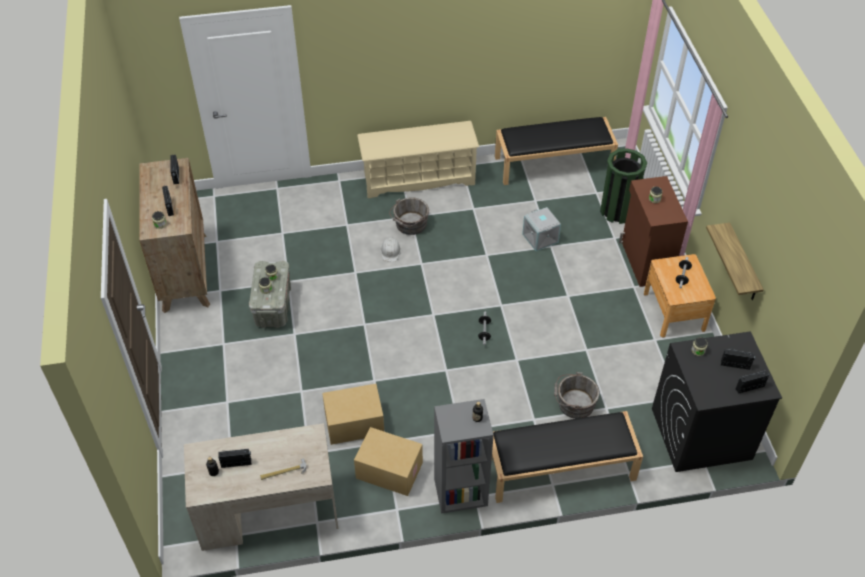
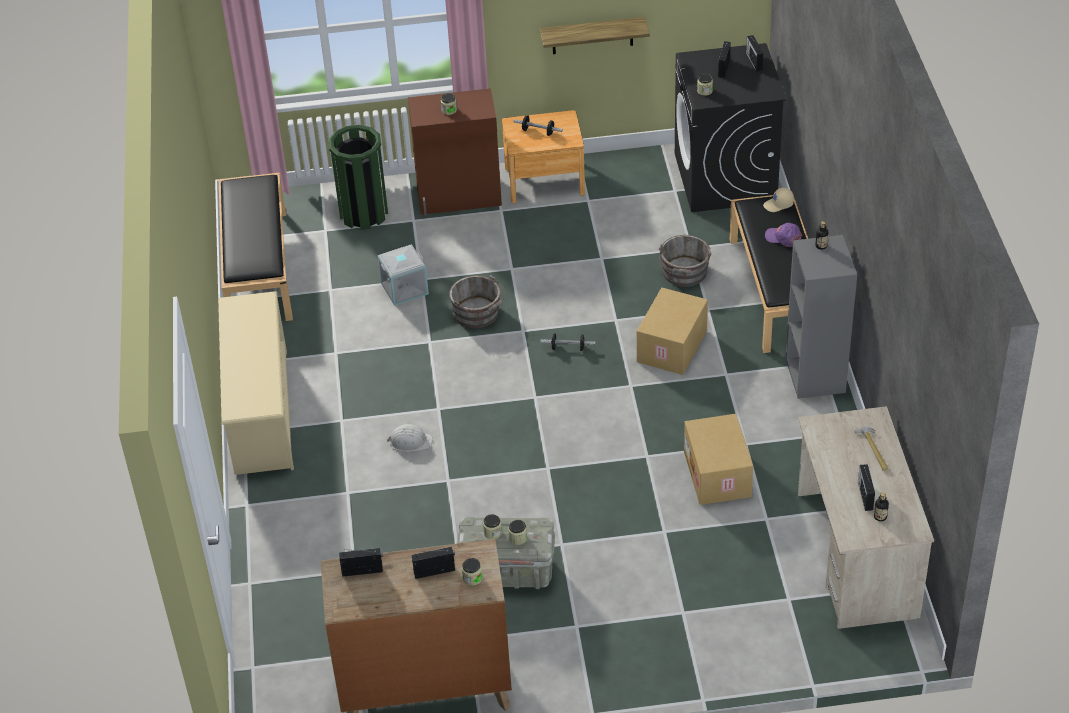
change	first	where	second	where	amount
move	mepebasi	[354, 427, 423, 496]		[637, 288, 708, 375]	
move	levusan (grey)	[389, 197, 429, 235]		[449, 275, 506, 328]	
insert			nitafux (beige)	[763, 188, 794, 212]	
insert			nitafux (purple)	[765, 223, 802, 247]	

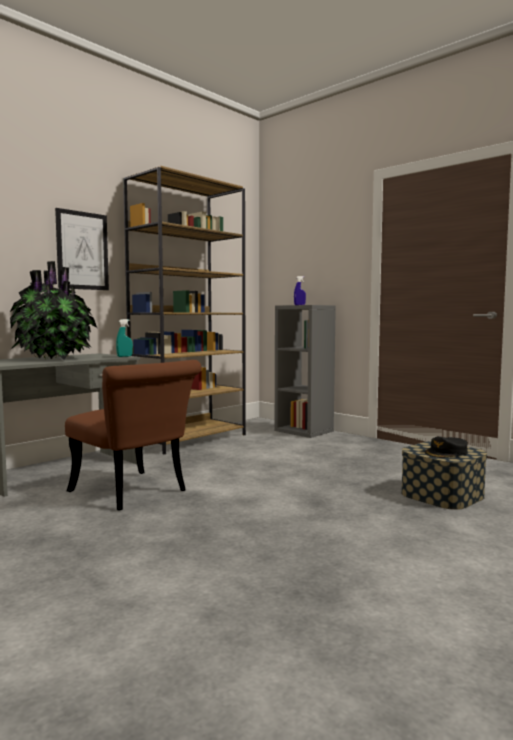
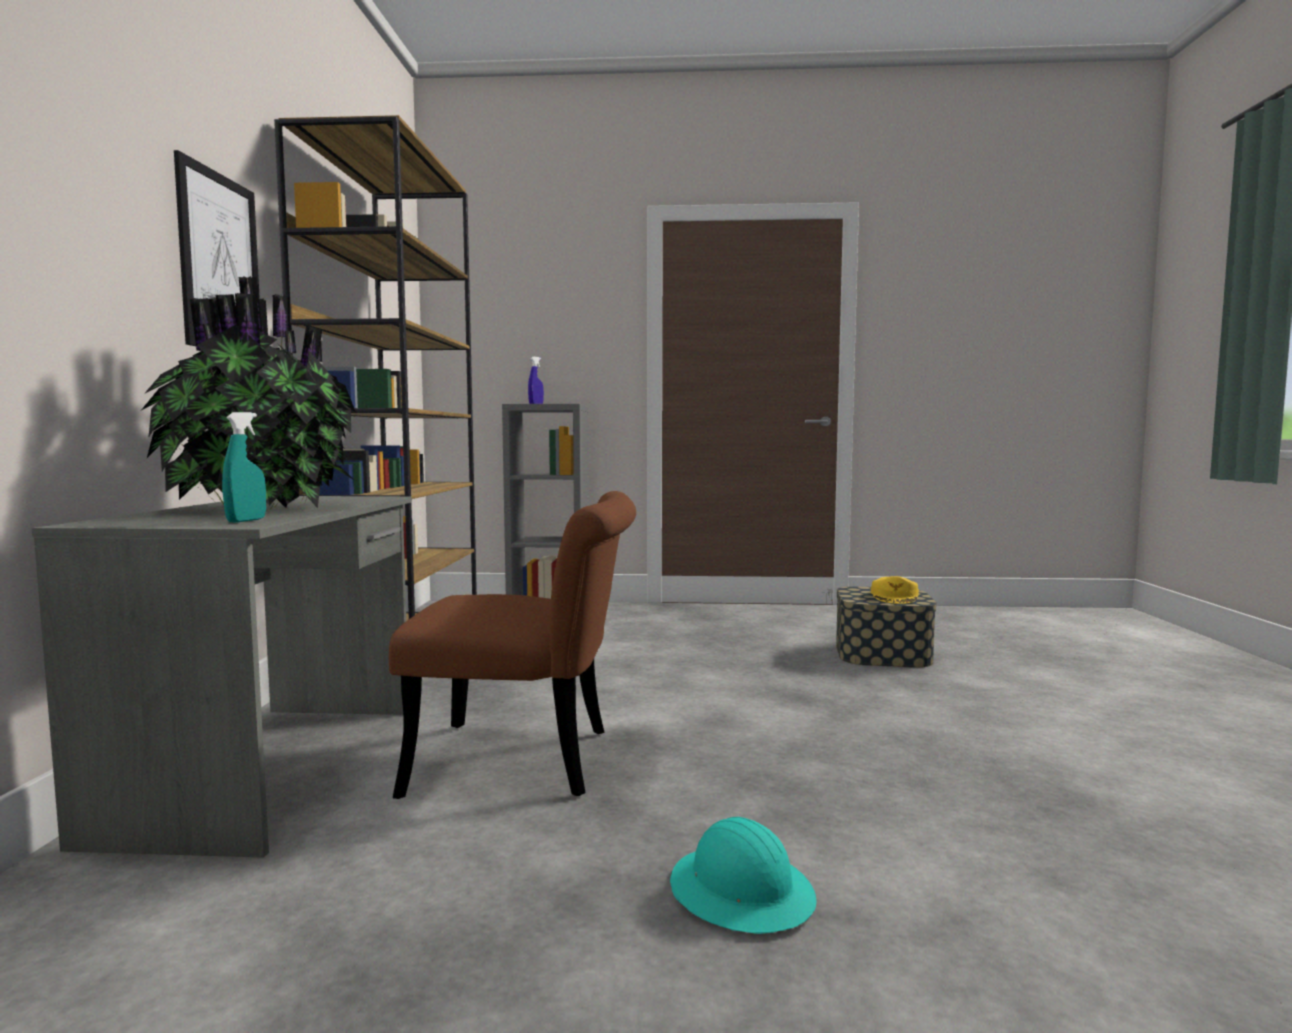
change	first	where	second	where	amount
move	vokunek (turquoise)	[116, 319, 133, 357]		[222, 412, 266, 523]	
recolor	nitafux (black)	[425, 436, 468, 458]	nitafux (yellow)	[871, 576, 919, 604]	
insert			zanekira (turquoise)	[670, 817, 816, 934]	

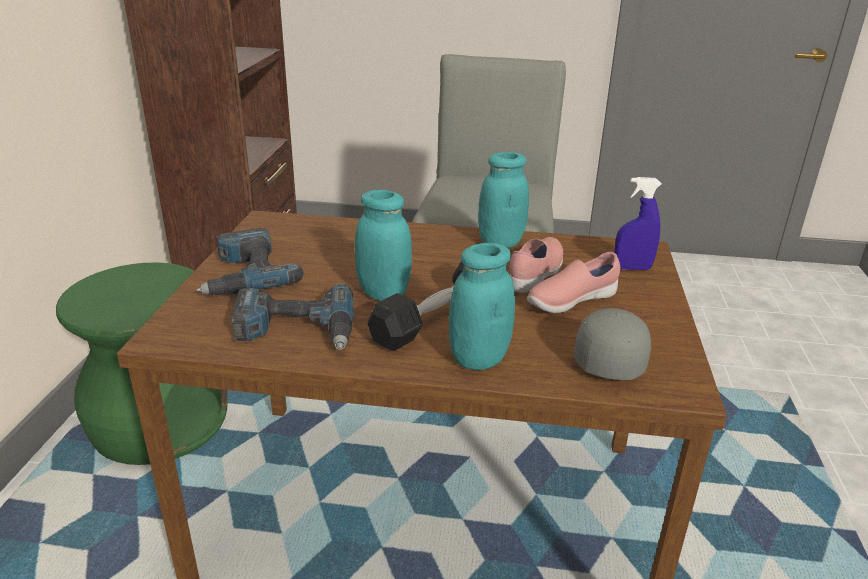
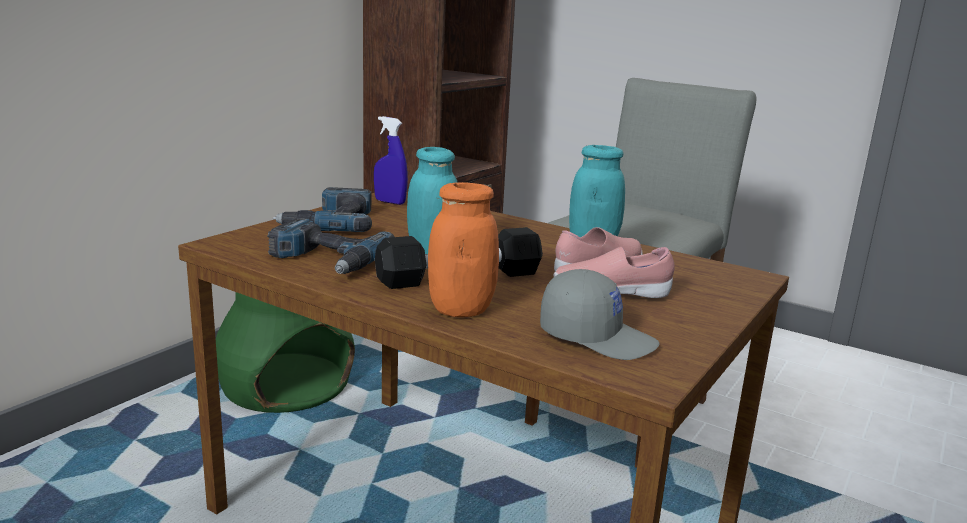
change	first	where	second	where	amount
recolor	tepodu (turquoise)	[449, 243, 515, 370]	tepodu (orange)	[428, 182, 499, 317]	
rotate	nitafux (grey)	[574, 308, 651, 380]		[540, 269, 660, 360]	75 degrees clockwise
move	vokunek (blue)	[614, 177, 662, 270]		[374, 116, 408, 205]	

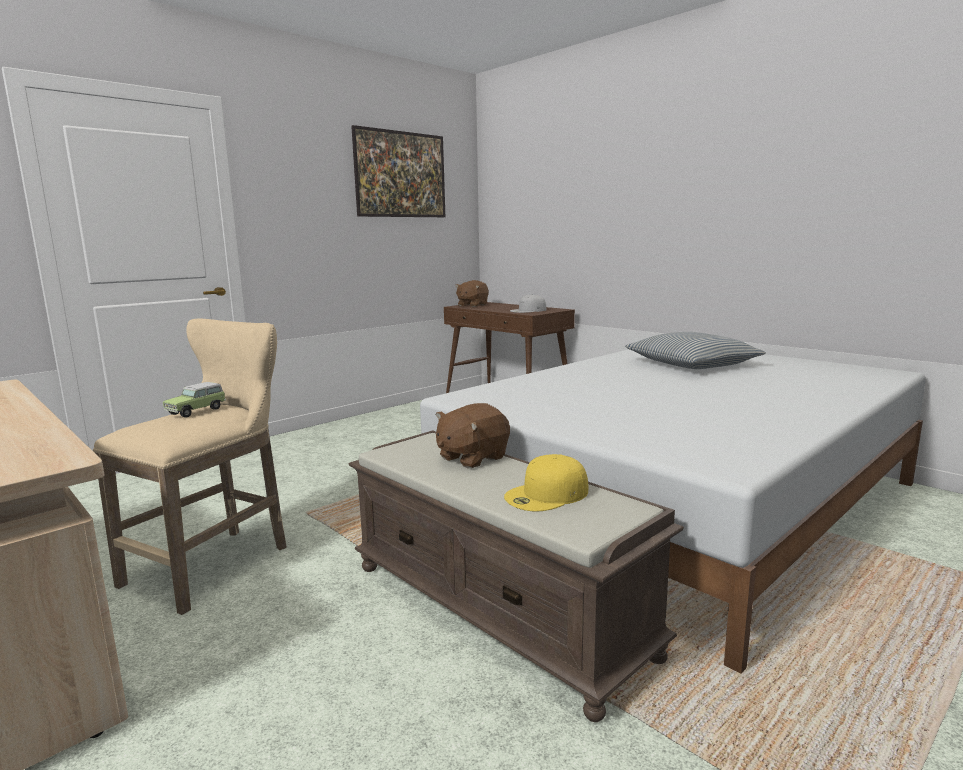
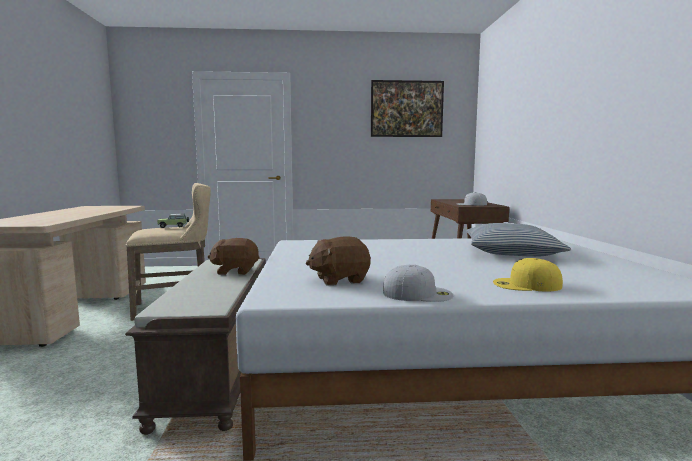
change	first	where	second	where	amount
move	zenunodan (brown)	[455, 280, 489, 307]		[306, 237, 371, 286]	
move	nitafux (yellow)	[504, 454, 588, 511]		[493, 258, 563, 291]	
insert			nitafux (white)	[383, 265, 453, 302]	

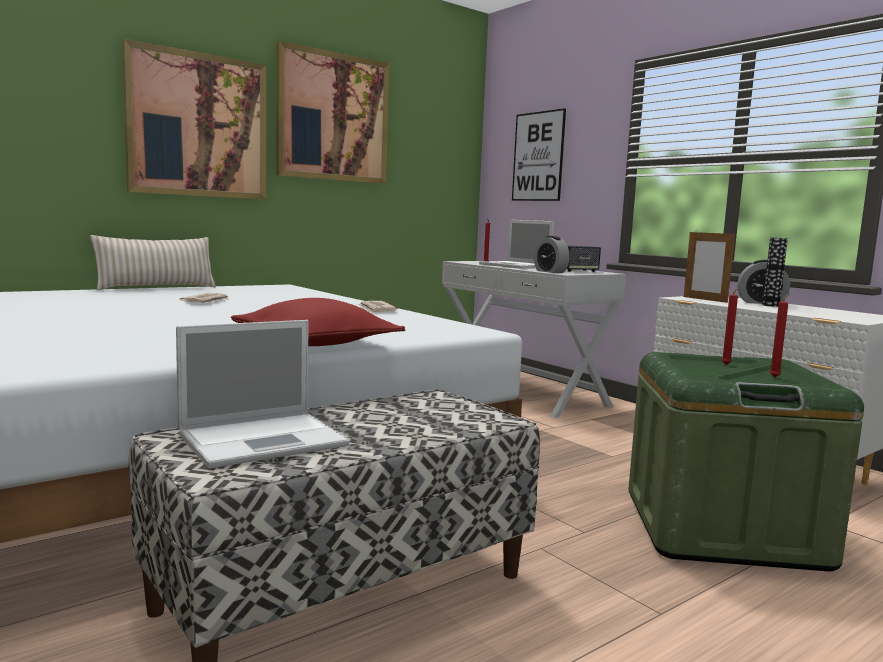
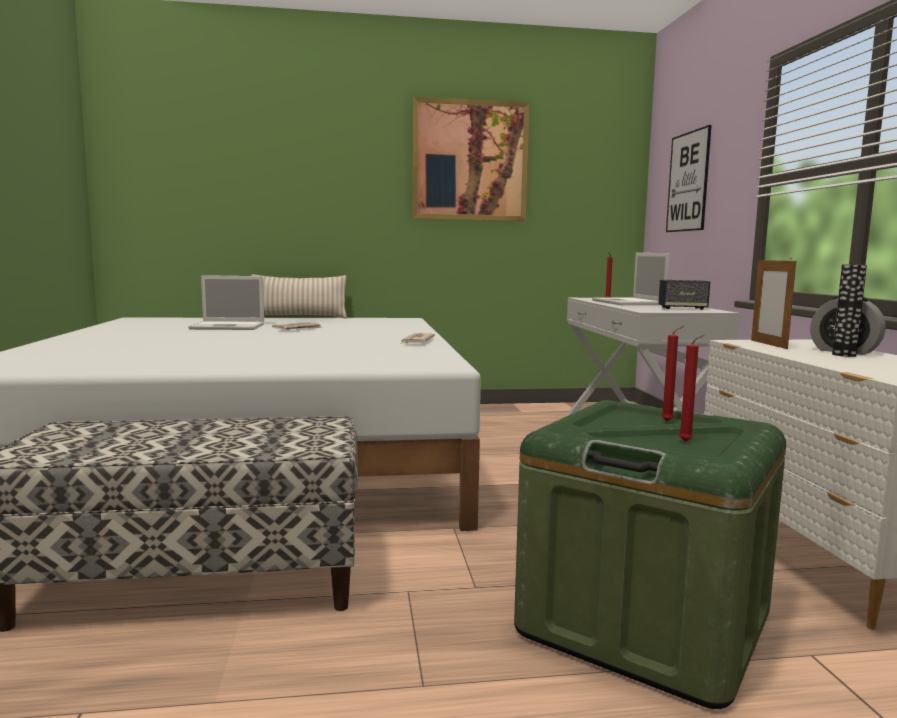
change	first	where	second	where	amount
delete	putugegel	[122, 39, 266, 199]			
move	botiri	[176, 320, 350, 469]		[189, 275, 264, 330]	
delete	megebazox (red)	[231, 298, 405, 346]			
delete	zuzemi	[534, 236, 570, 273]			

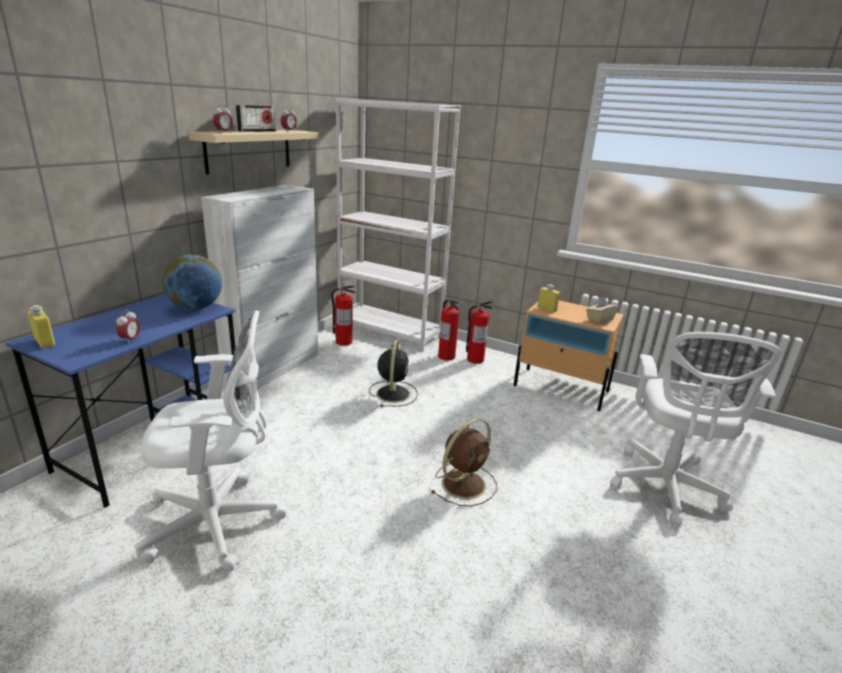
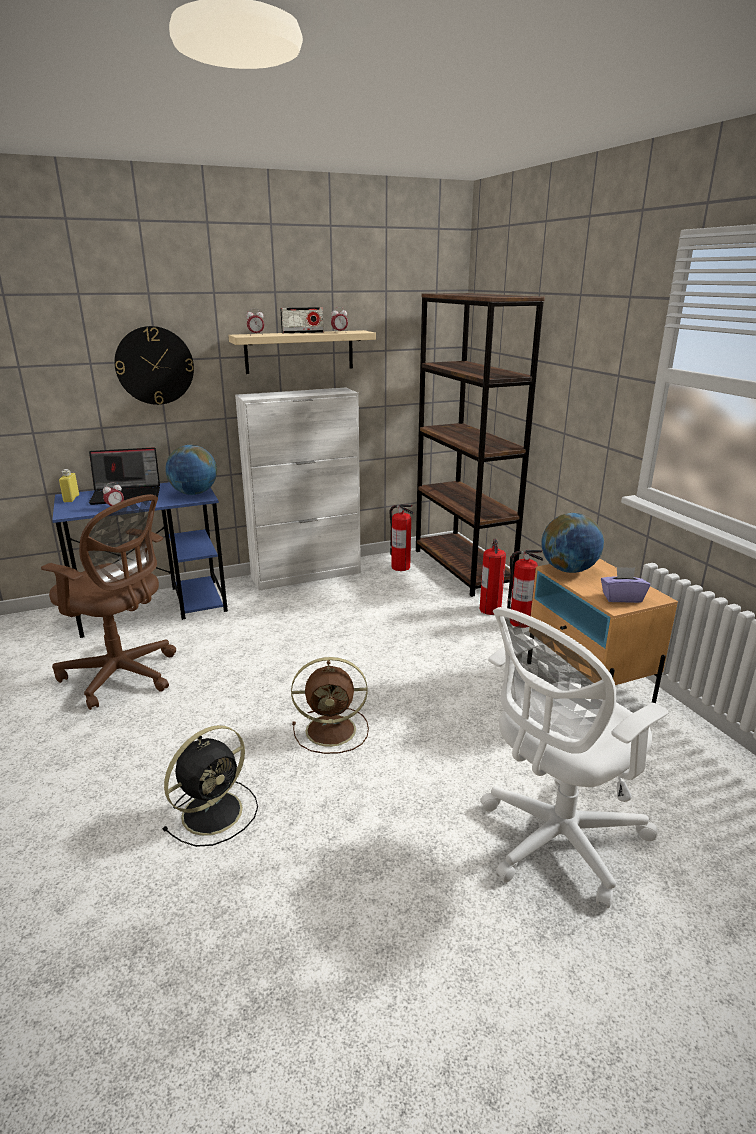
change	first	where	second	where	amount
recolor	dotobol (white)	[135, 310, 286, 572]	dotobol (brown)	[41, 494, 176, 710]	
recolor	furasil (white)	[335, 98, 461, 351]	furasil (brown)	[416, 293, 545, 597]	
move	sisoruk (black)	[369, 340, 418, 407]		[162, 725, 258, 847]	
replace	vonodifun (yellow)	[537, 284, 560, 313]	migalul	[542, 513, 604, 573]	
recolor	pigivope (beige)	[586, 297, 618, 324]	pigivope (purple)	[601, 567, 650, 603]	
insert			botiri	[89, 447, 160, 505]	
insert			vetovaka	[114, 326, 194, 405]	

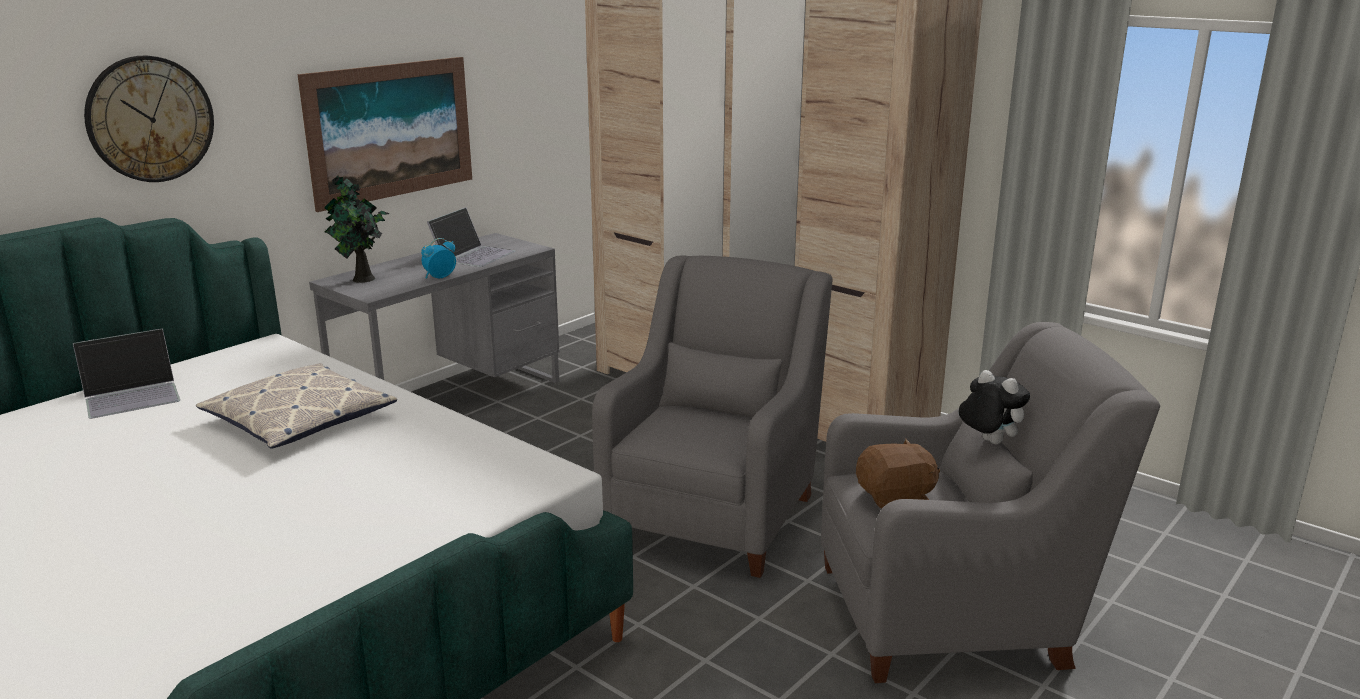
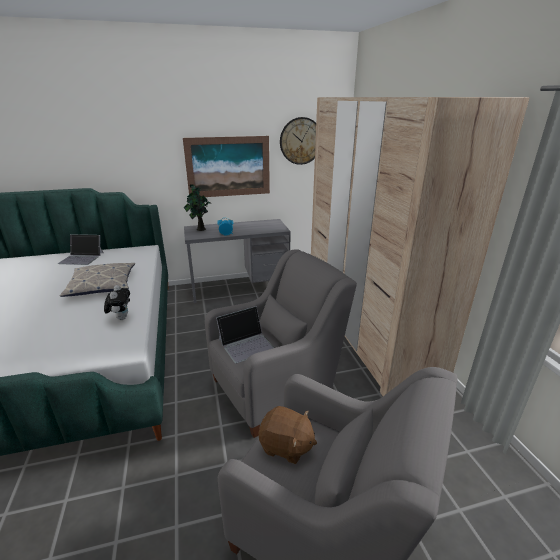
change	first	where	second	where	amount
move	vetovaka	[84, 56, 214, 182]		[280, 117, 316, 165]	
move	botiri	[427, 207, 515, 267]		[216, 306, 274, 363]	
move	zenunodan	[959, 370, 1030, 444]		[104, 285, 130, 320]	

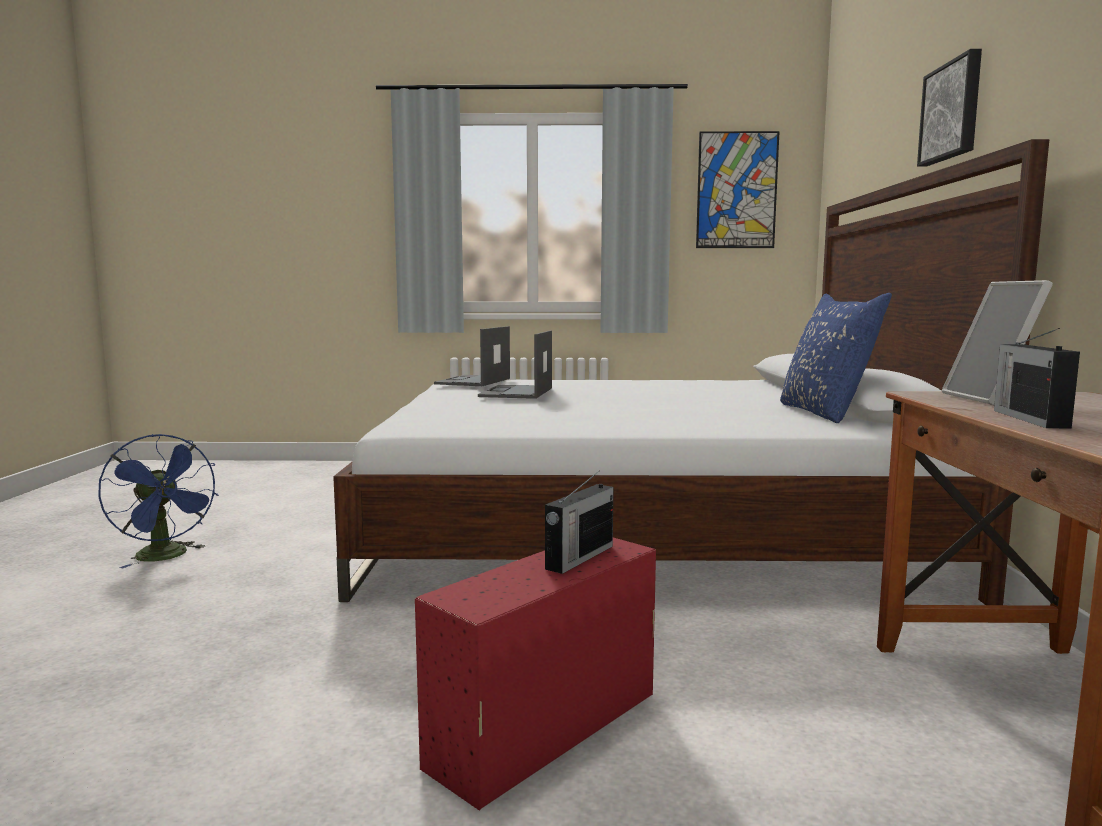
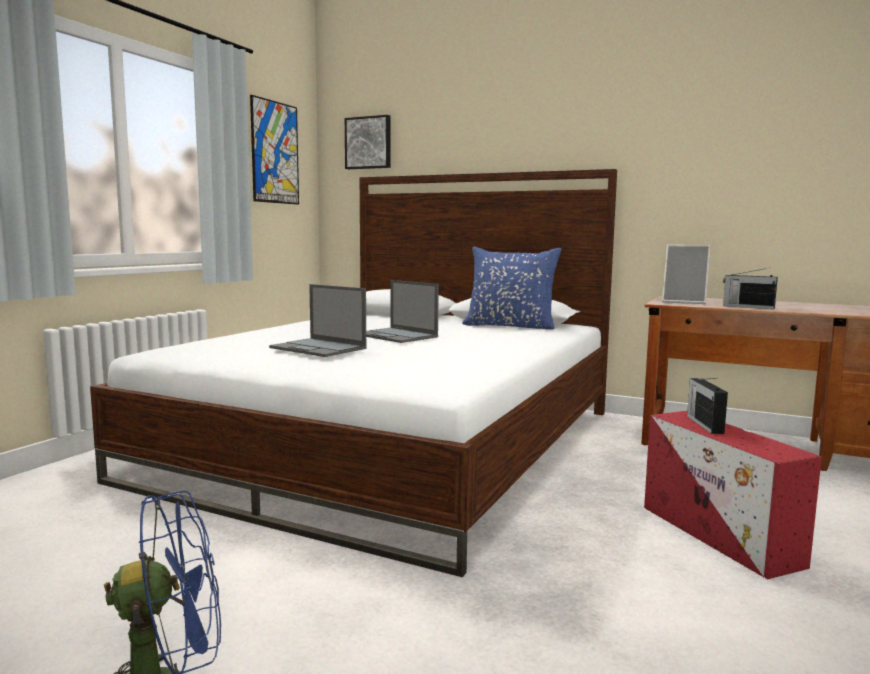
change	first	where	second	where	amount
move	botiri	[434, 326, 510, 386]		[366, 280, 439, 343]	
rotate	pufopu	[545, 470, 614, 574]		[687, 378, 728, 434]	150 degrees counterclockwise
move	putugegel	[917, 49, 982, 166]		[345, 115, 391, 169]	

